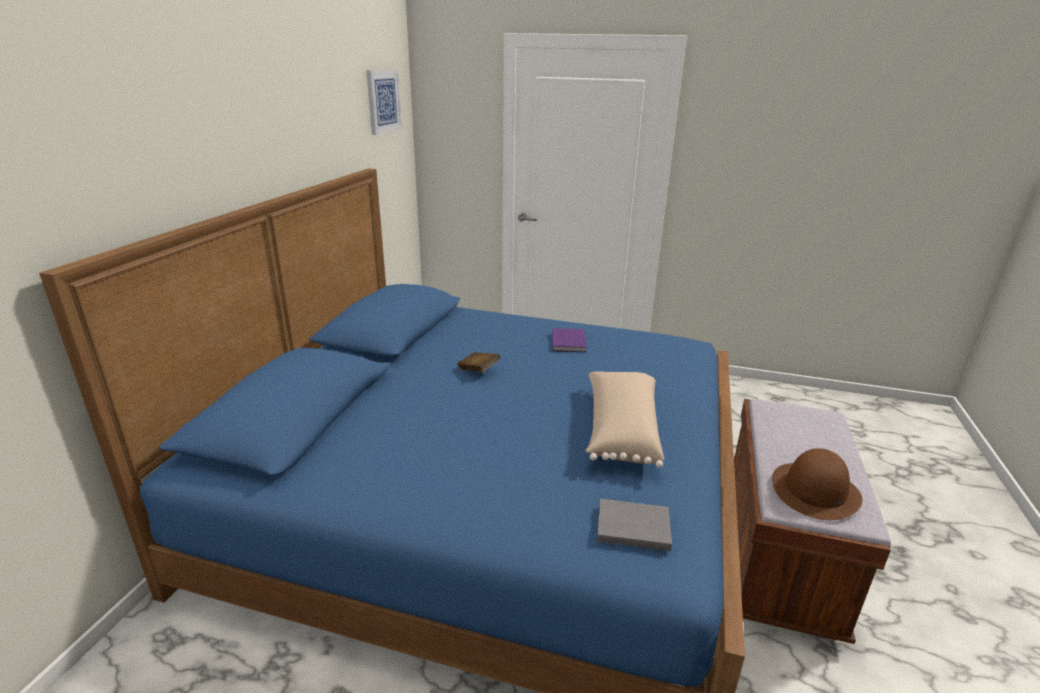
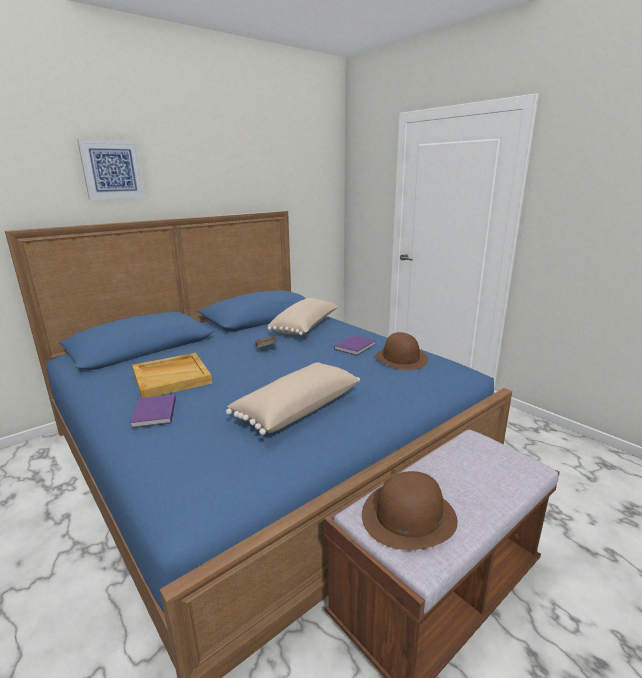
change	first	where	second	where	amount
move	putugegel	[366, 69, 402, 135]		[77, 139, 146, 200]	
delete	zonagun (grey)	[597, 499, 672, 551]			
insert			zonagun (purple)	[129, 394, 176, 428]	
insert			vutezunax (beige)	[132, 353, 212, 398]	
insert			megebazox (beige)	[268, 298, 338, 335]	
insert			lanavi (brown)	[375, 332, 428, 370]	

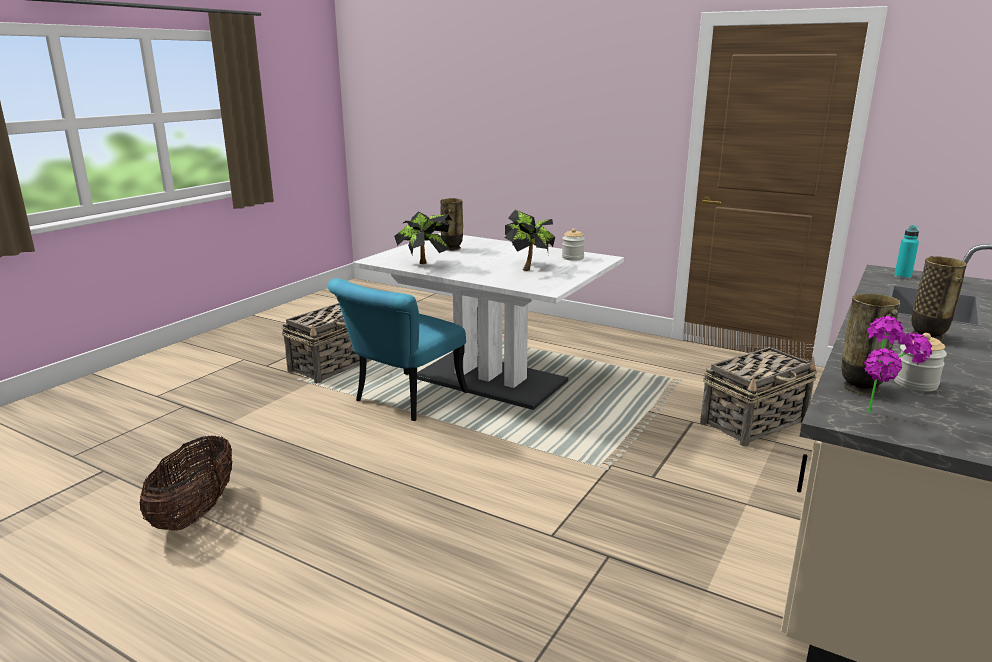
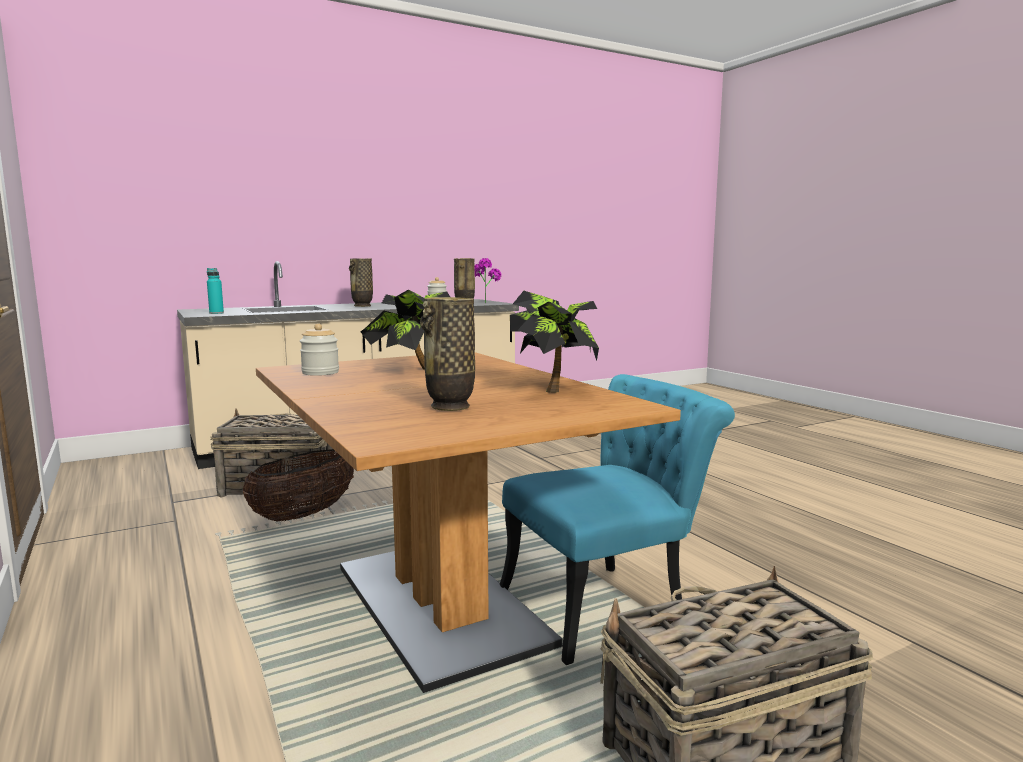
change	first	where	second	where	amount
move	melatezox	[140, 435, 232, 531]		[243, 449, 354, 522]	
recolor	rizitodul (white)	[353, 233, 624, 410]	rizitodul (brown)	[256, 352, 681, 693]	

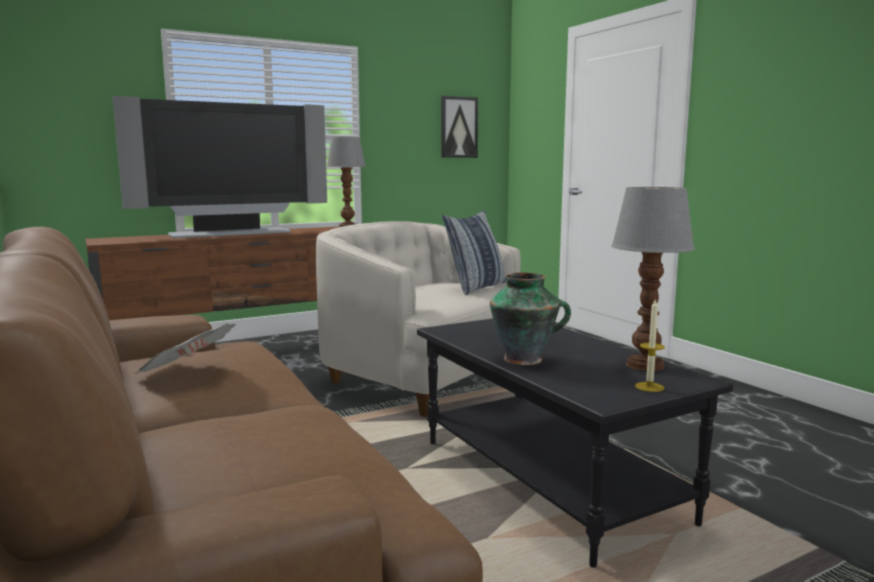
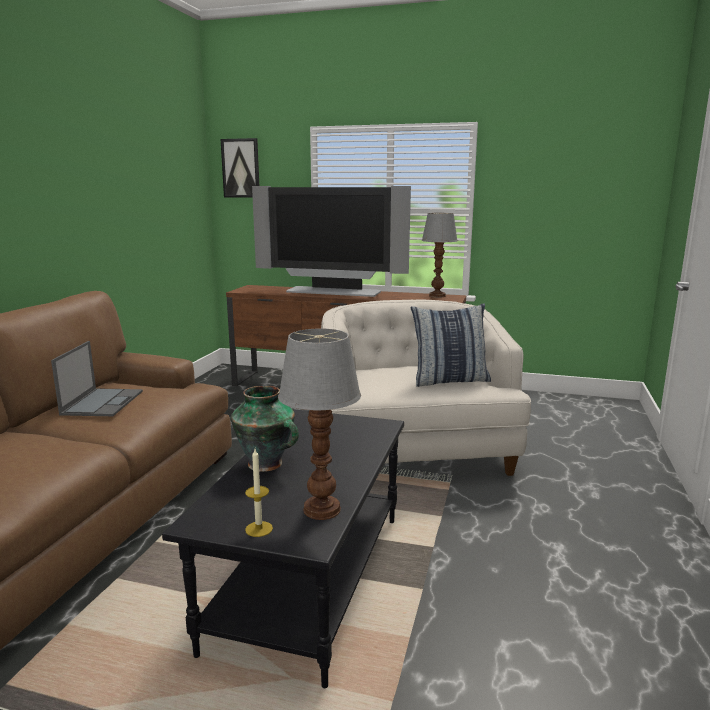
change	first	where	second	where	amount
replace	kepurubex	[134, 323, 236, 374]	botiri	[51, 341, 143, 416]	
move	putugegel	[441, 96, 478, 158]		[221, 138, 259, 198]	

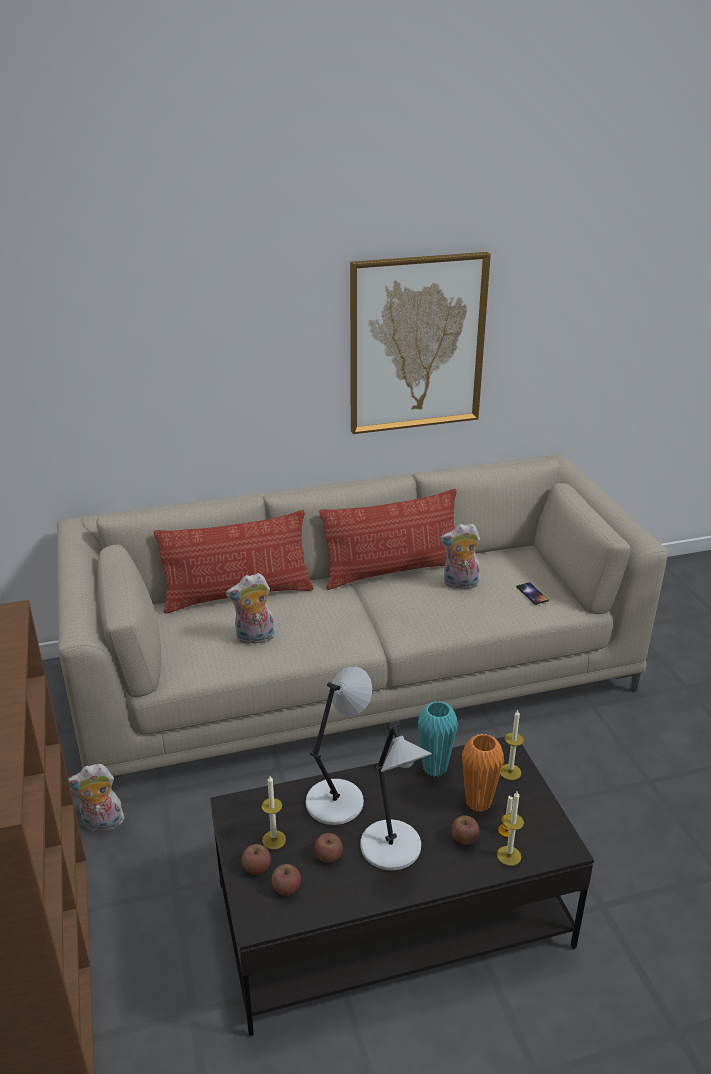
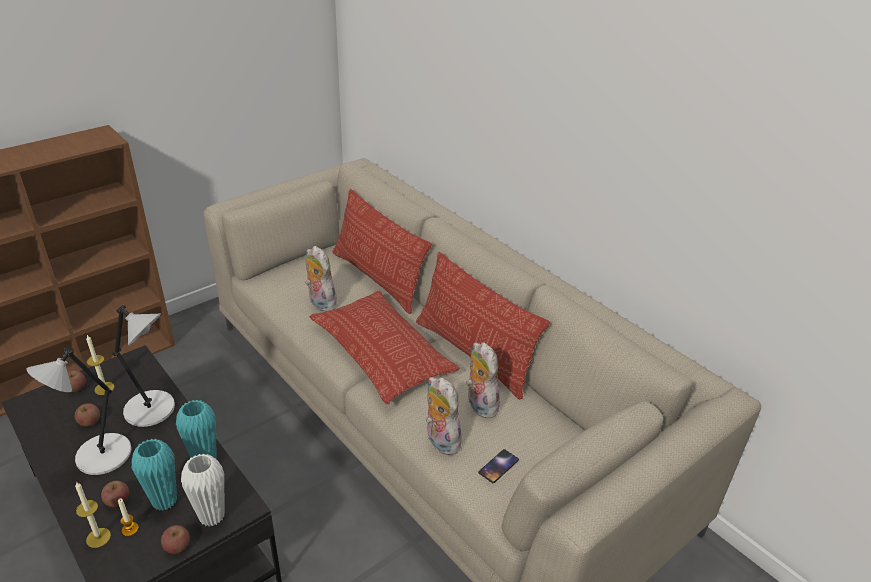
change	first	where	second	where	amount
move	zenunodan	[69, 764, 126, 831]		[426, 377, 462, 455]	
move	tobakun	[271, 864, 301, 895]		[161, 525, 190, 554]	
delete	putugegel	[350, 252, 491, 434]			
recolor	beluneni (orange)	[462, 733, 504, 812]	beluneni (turquoise)	[132, 439, 177, 511]	
replace	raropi	[500, 710, 524, 780]	beluneni (white)	[181, 454, 225, 526]	
insert			megebazox	[310, 291, 460, 404]	

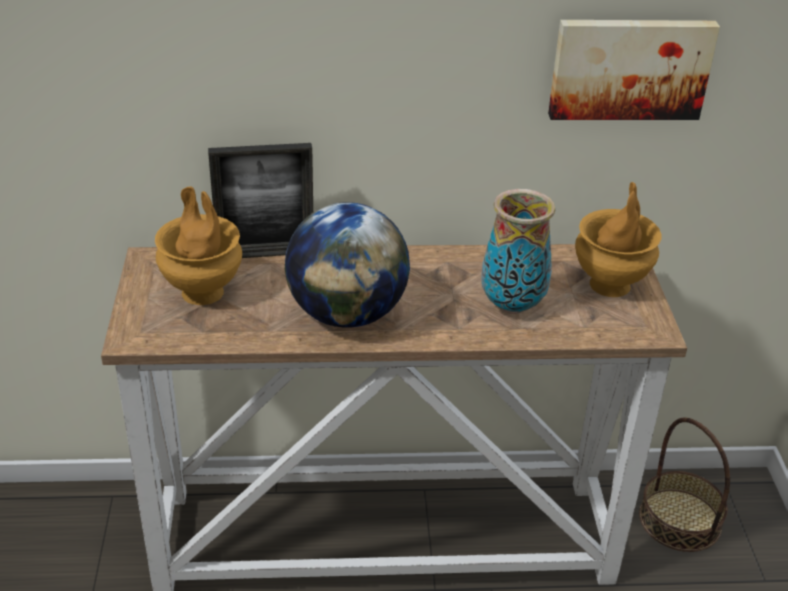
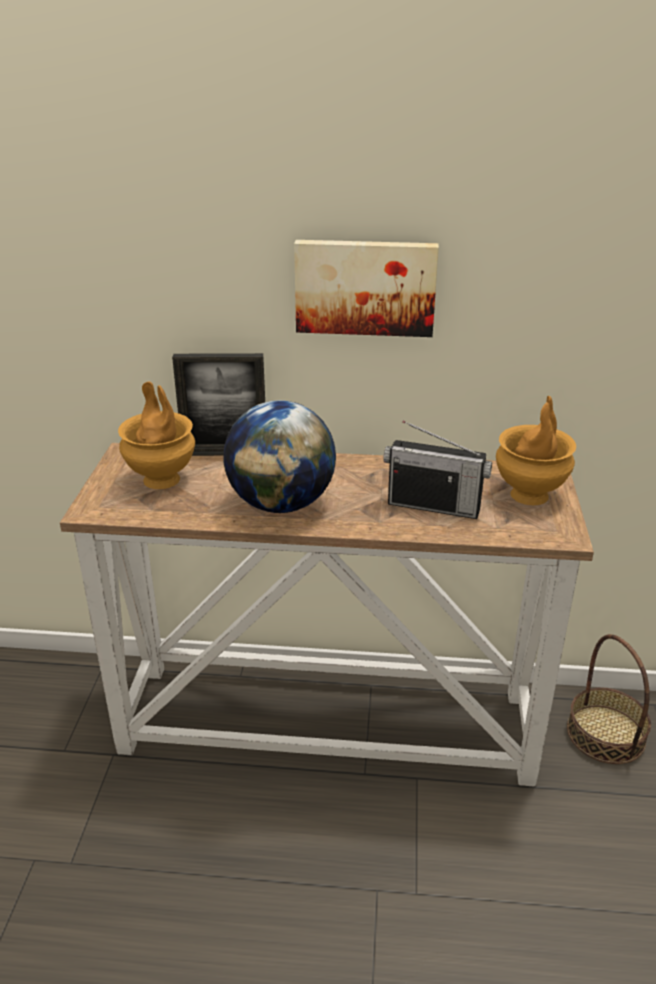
change	first	where	second	where	amount
replace	beluneni	[481, 189, 555, 314]	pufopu	[383, 421, 492, 519]	
move	putugegel	[548, 20, 720, 120]		[294, 240, 439, 337]	

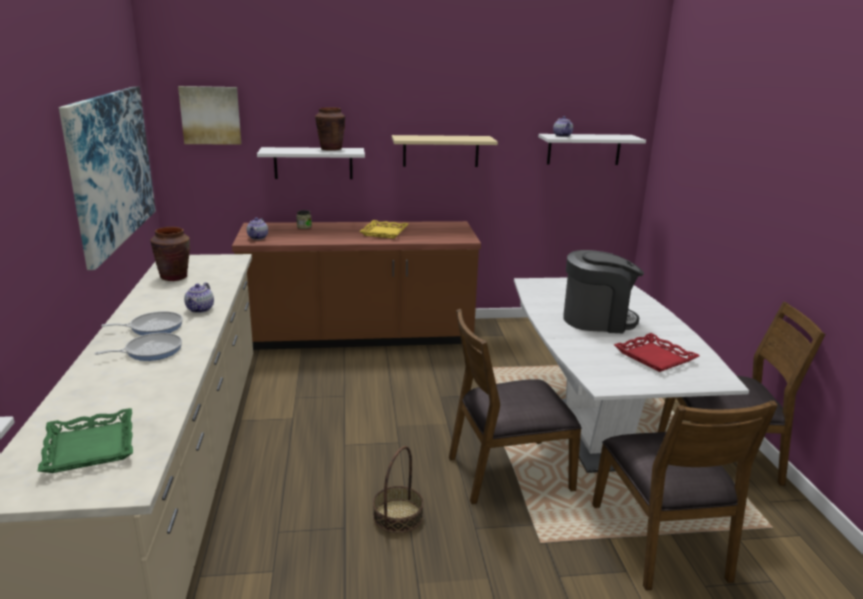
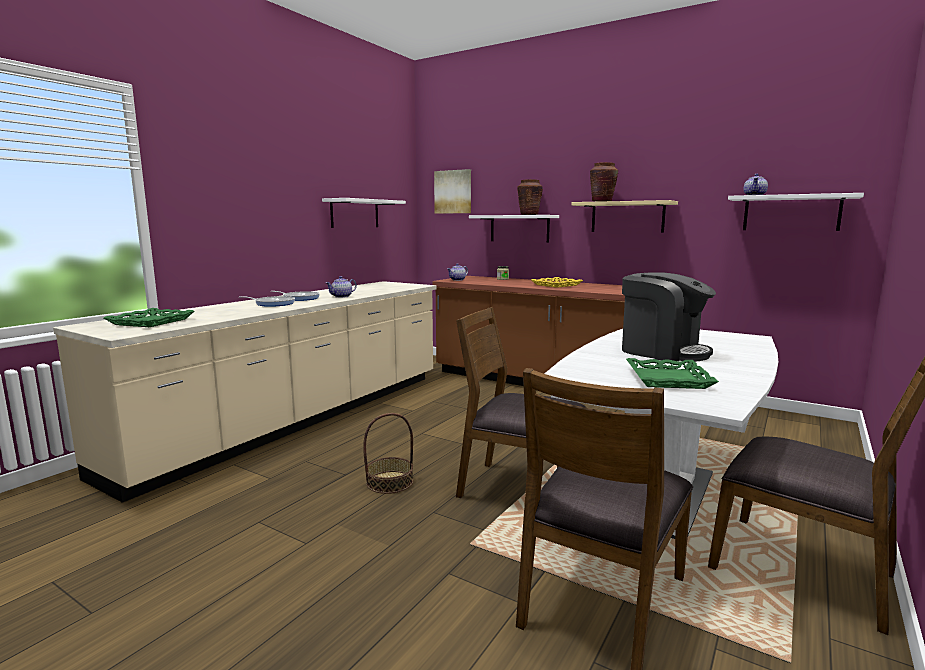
change	first	where	second	where	amount
replace	putugegel	[59, 86, 156, 270]	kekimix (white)	[322, 198, 406, 228]	
move	beluneni (brown)	[150, 227, 190, 281]		[590, 162, 618, 202]	
recolor	vutezunax (red)	[614, 333, 700, 372]	vutezunax (green)	[626, 358, 719, 389]	

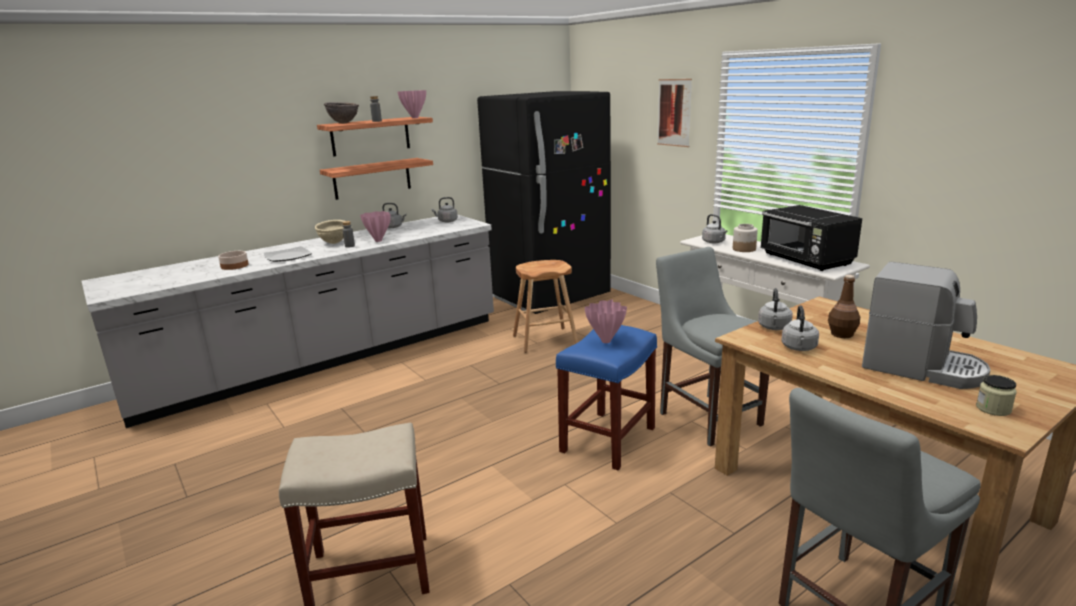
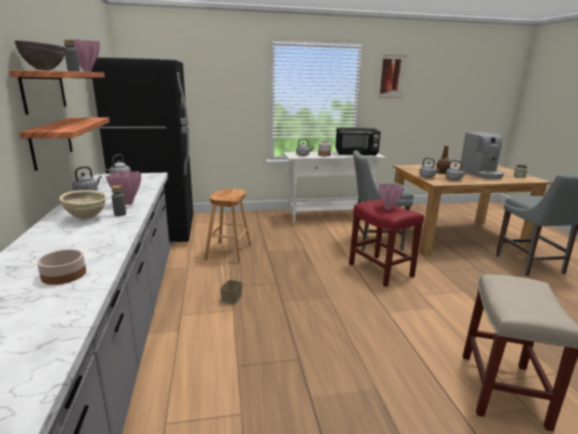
change	first	where	second	where	amount
delete	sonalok	[264, 246, 312, 262]			
recolor	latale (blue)	[556, 325, 657, 470]	latale (red)	[349, 199, 424, 287]	
move	putugegel	[657, 79, 692, 147]		[378, 55, 408, 98]	
rotate	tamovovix	[862, 262, 990, 389]		[460, 132, 504, 179]	105 degrees clockwise
insert			melatezox	[220, 263, 242, 304]	

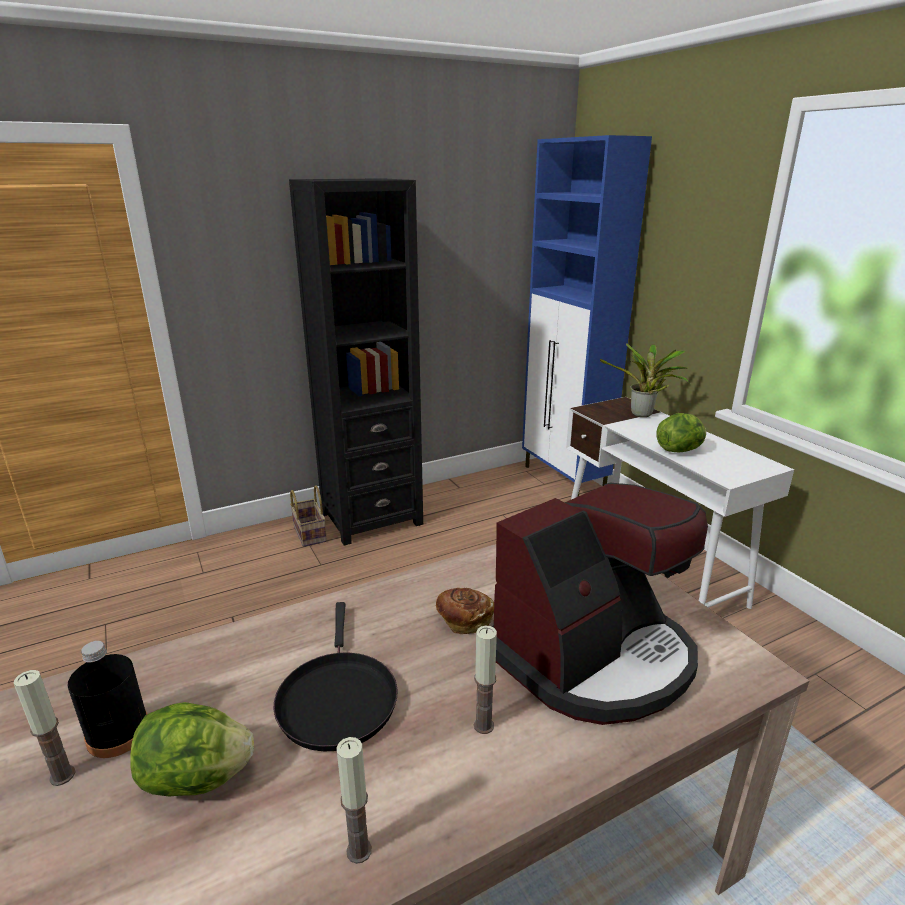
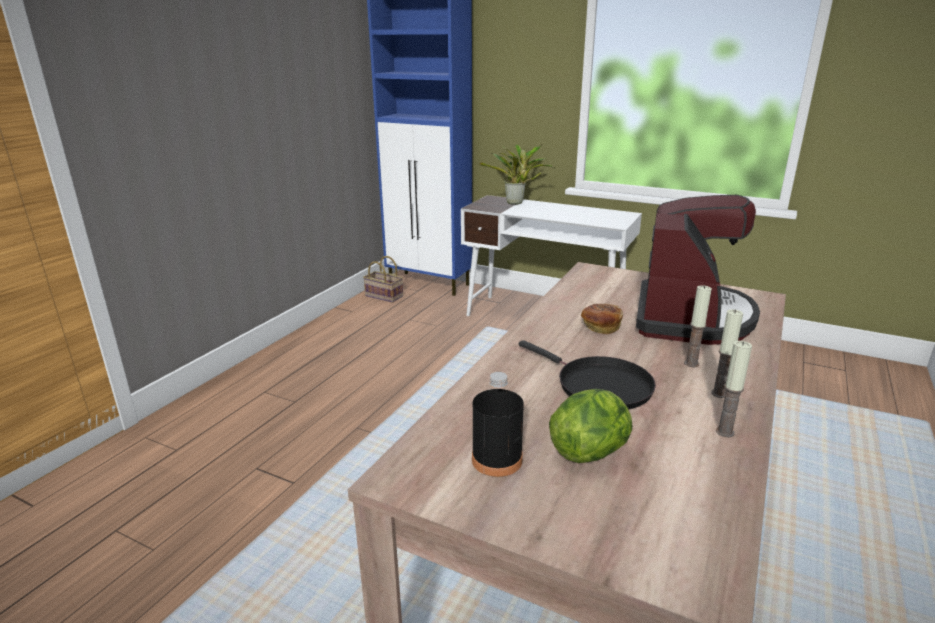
change	first	where	second	where	amount
move	raropi	[14, 670, 75, 786]		[711, 309, 743, 398]	
delete	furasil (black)	[289, 178, 423, 546]			
move	melatezox	[290, 485, 327, 547]		[363, 256, 403, 303]	
delete	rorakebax	[656, 413, 706, 453]			

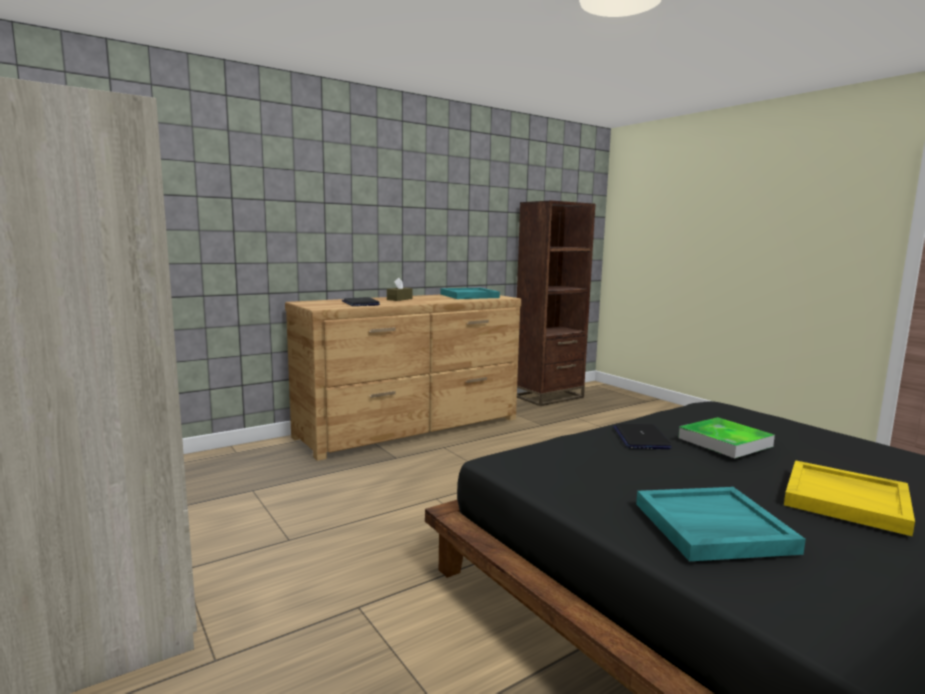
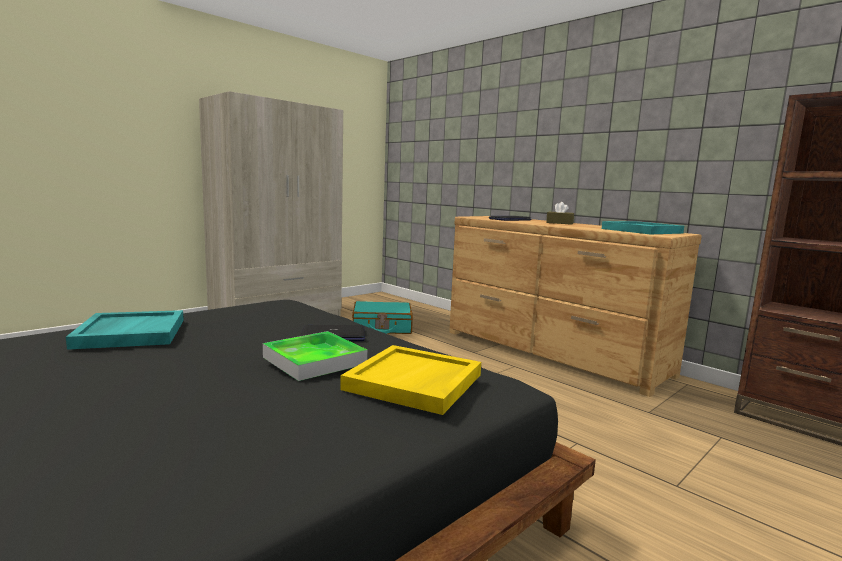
change	first	where	second	where	amount
move	vutezunax (yellow)	[784, 460, 915, 536]		[340, 345, 481, 415]	
insert			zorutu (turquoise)	[352, 301, 413, 334]	

